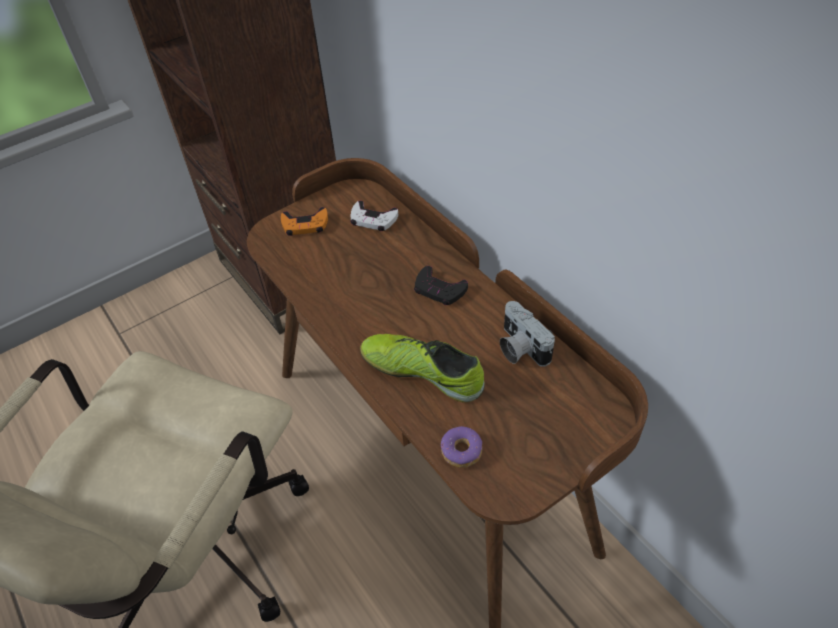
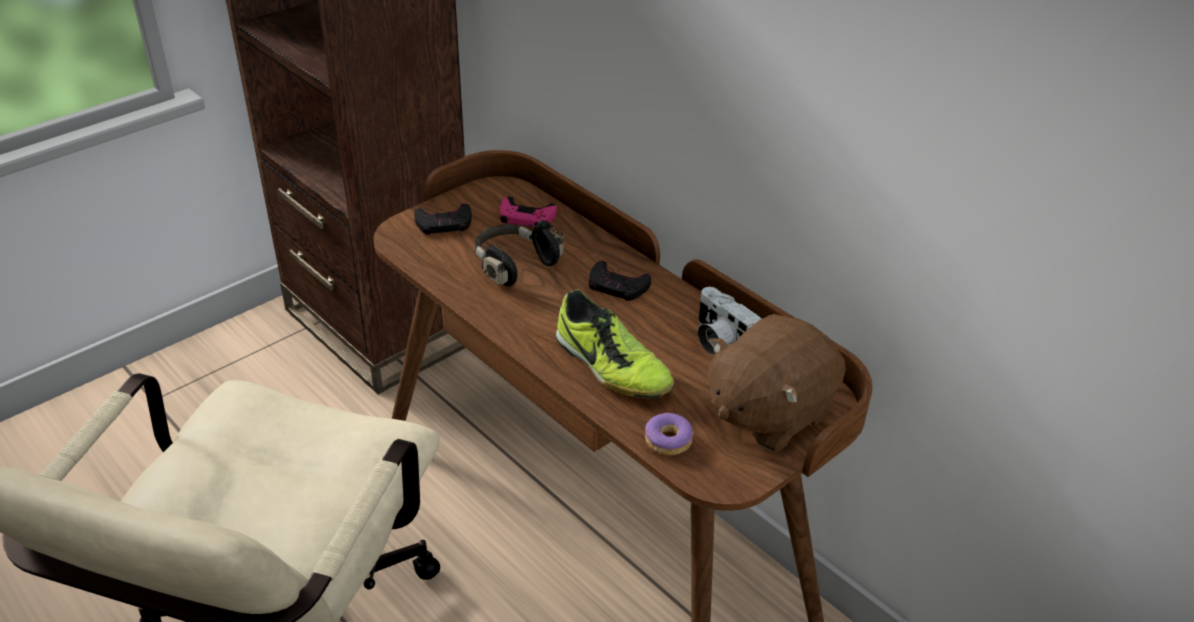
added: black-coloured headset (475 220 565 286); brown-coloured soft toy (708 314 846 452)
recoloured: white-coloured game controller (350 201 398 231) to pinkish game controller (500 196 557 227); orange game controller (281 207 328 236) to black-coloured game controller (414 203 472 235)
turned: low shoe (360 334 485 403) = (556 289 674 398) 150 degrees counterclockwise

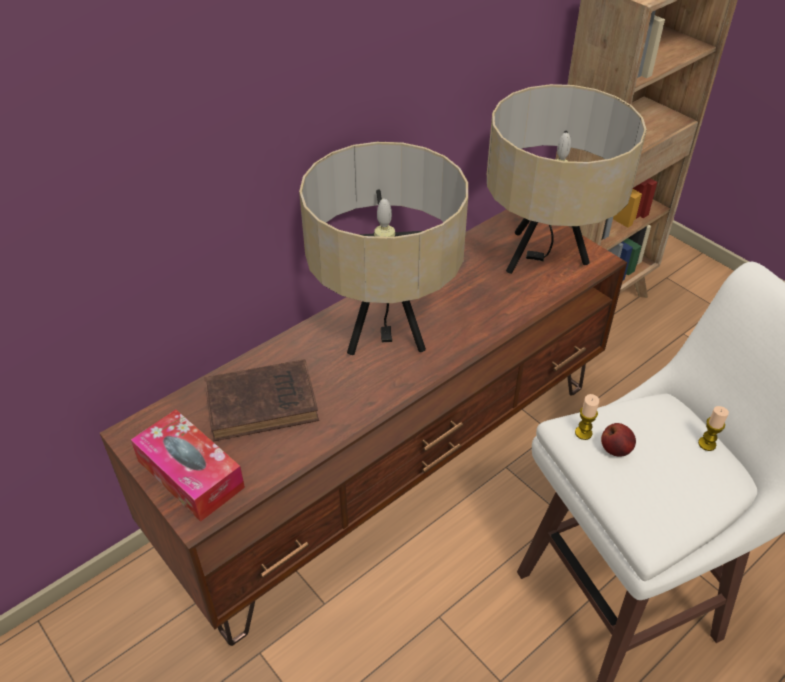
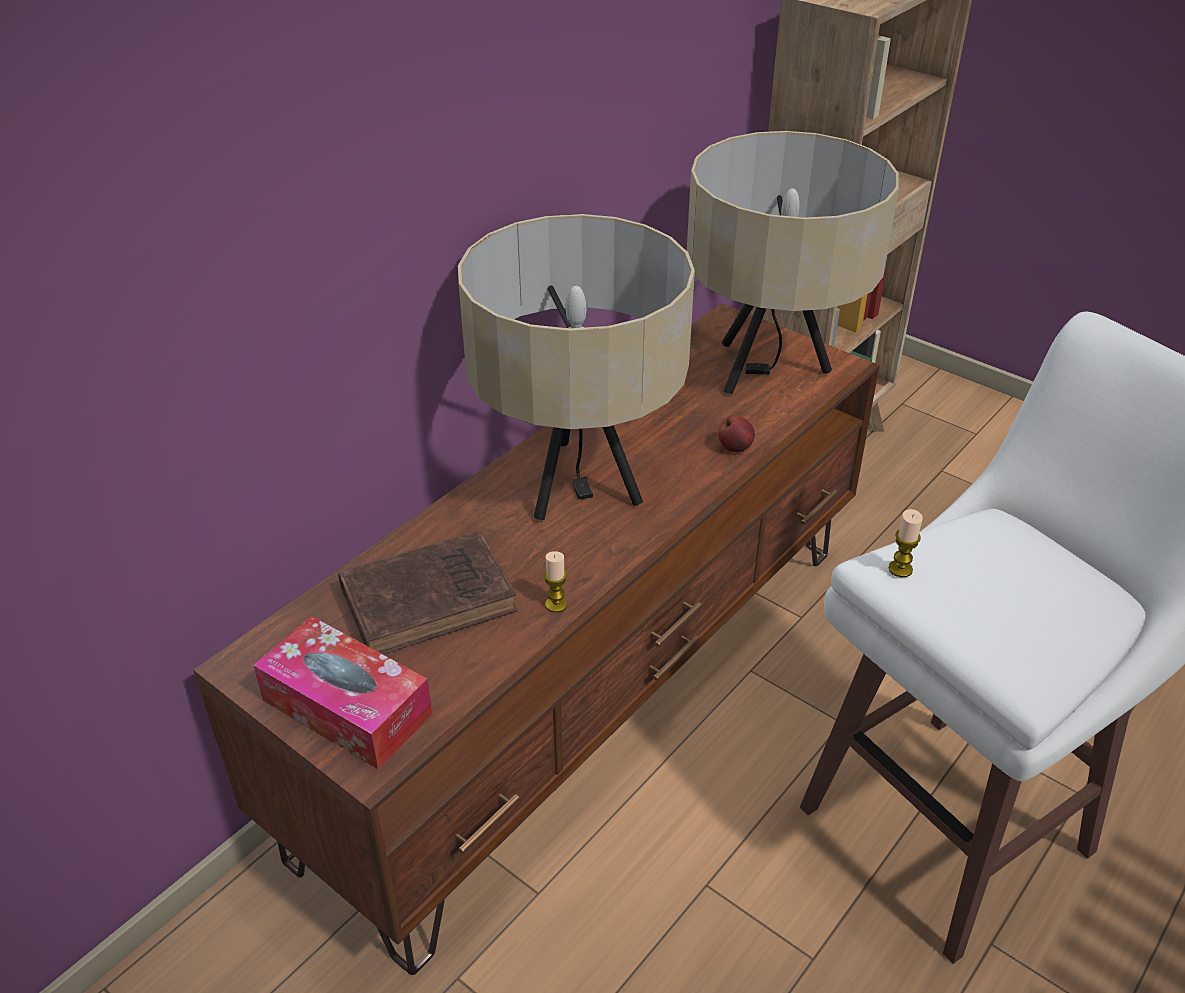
moved: candle (698 406 729 451) to (544 551 567 613); whole apple (601 423 636 457) to (718 415 755 452)

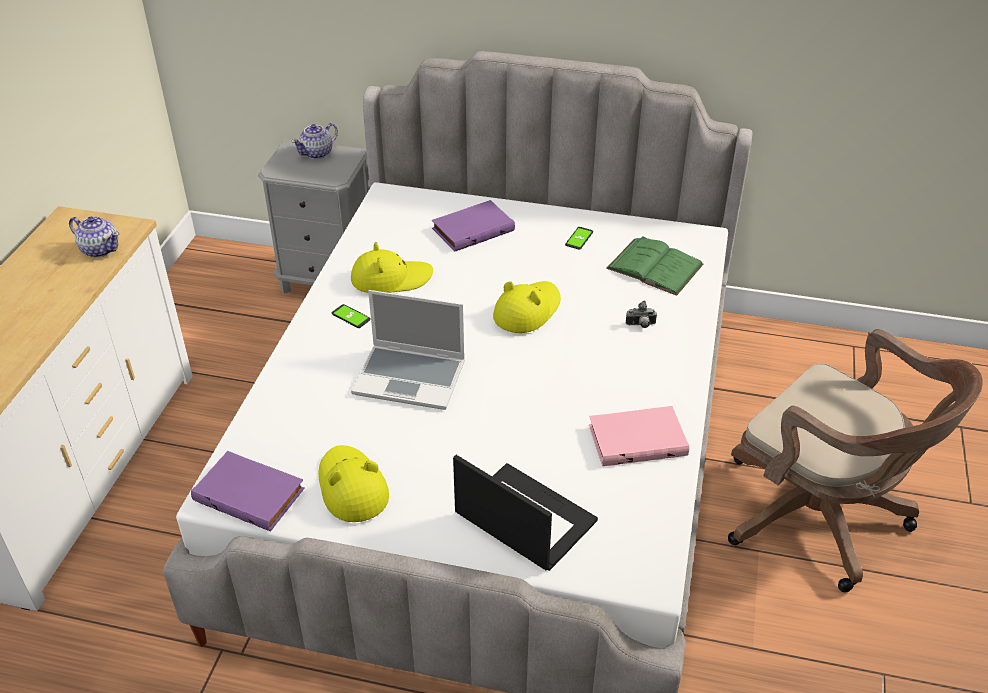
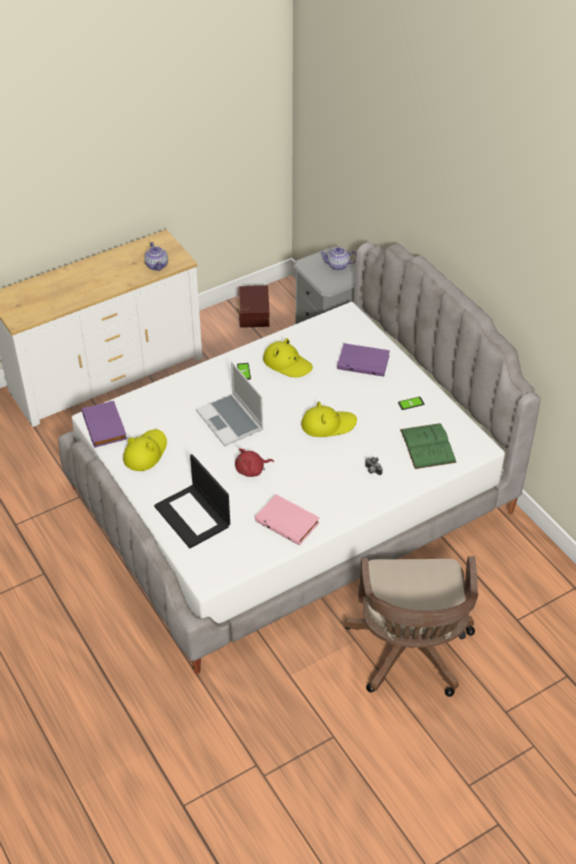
added: brown-coloured storage container (236 285 270 328); red soft toy (235 448 274 477)
turned: laptop (453 455 598 571) = (154 454 230 548) 150 degrees clockwise

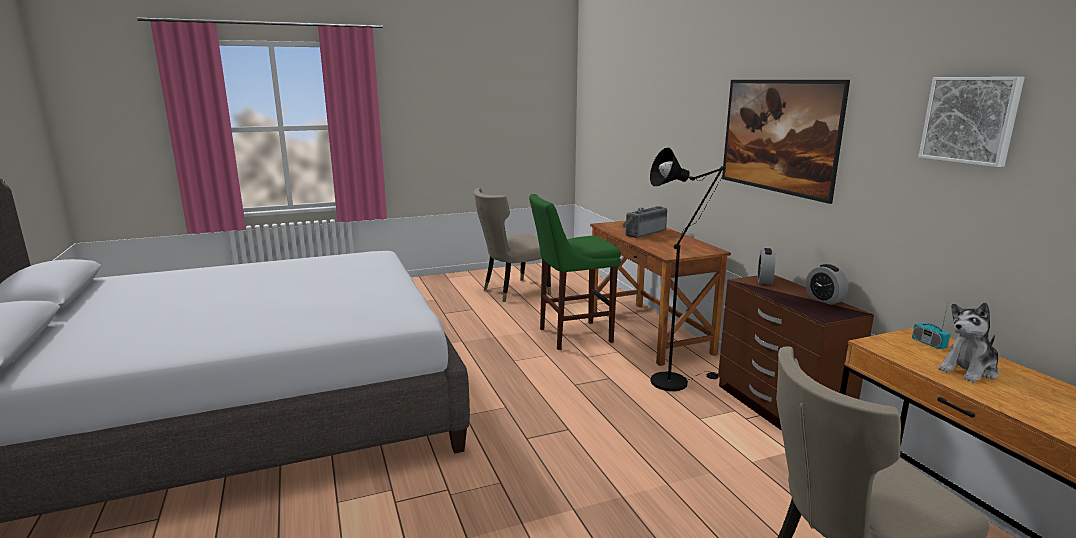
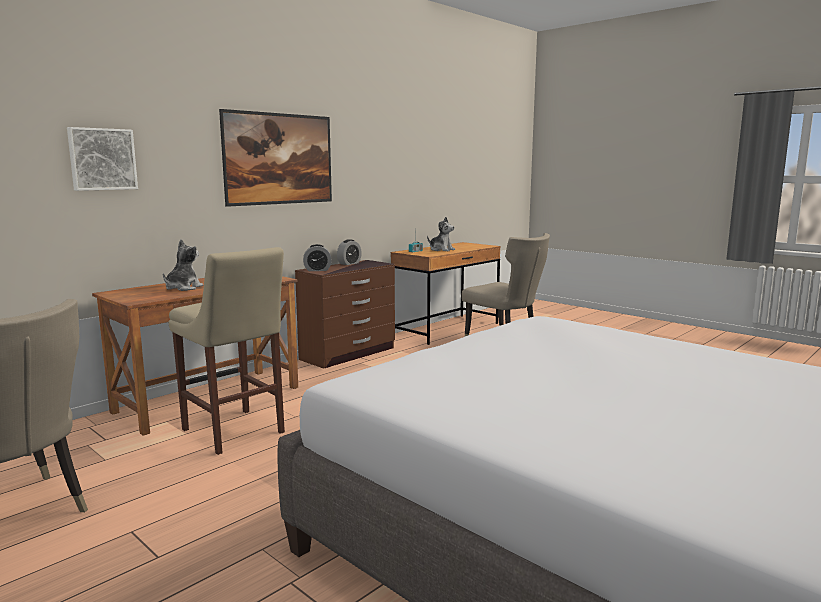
removed: black-coloured standard lamp (650 147 726 391)
moved: wall art (918 77 1025 167) to (67 127 138 191)
replaced: radio receiver (622 206 667 238) to soft toy (163 239 203 291)
recoloured: green stool (529 194 621 350) to beige-coloured stool (168 247 285 455)

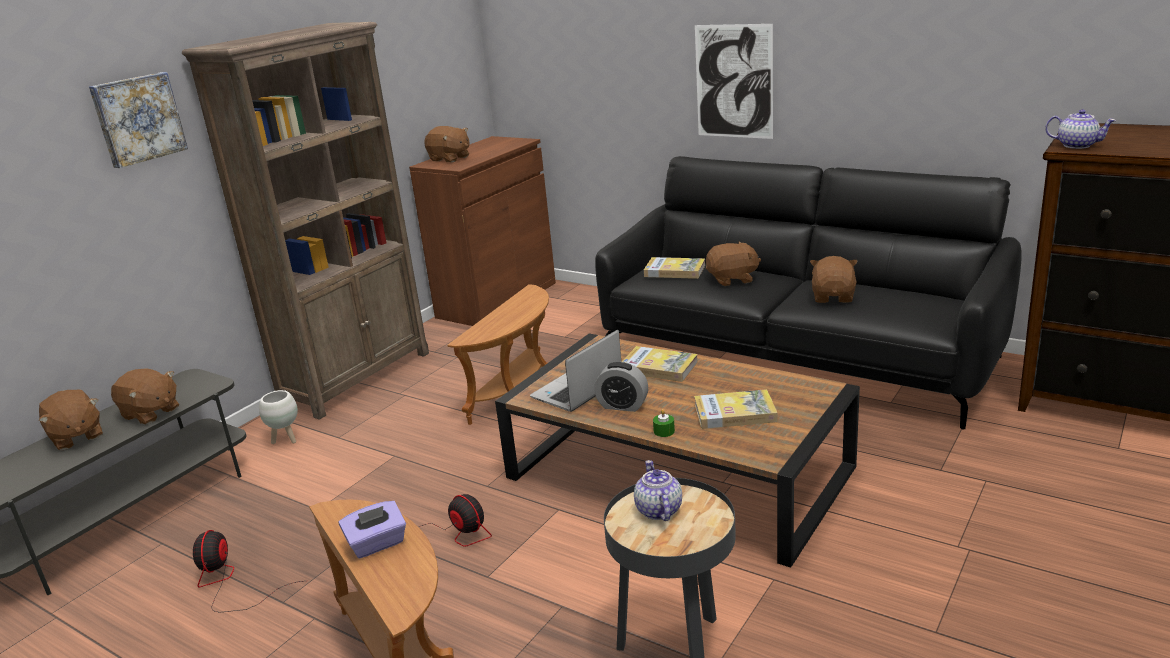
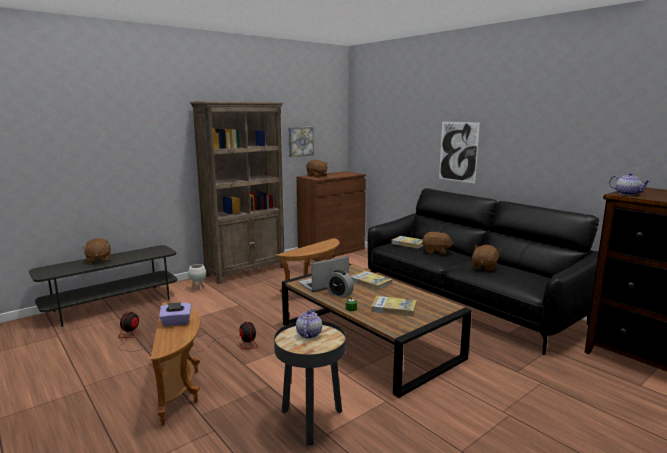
removed: brown-coloured soft toy (111 368 179 424)
moved: wall art (89 72 188 168) to (288 127 314 157)

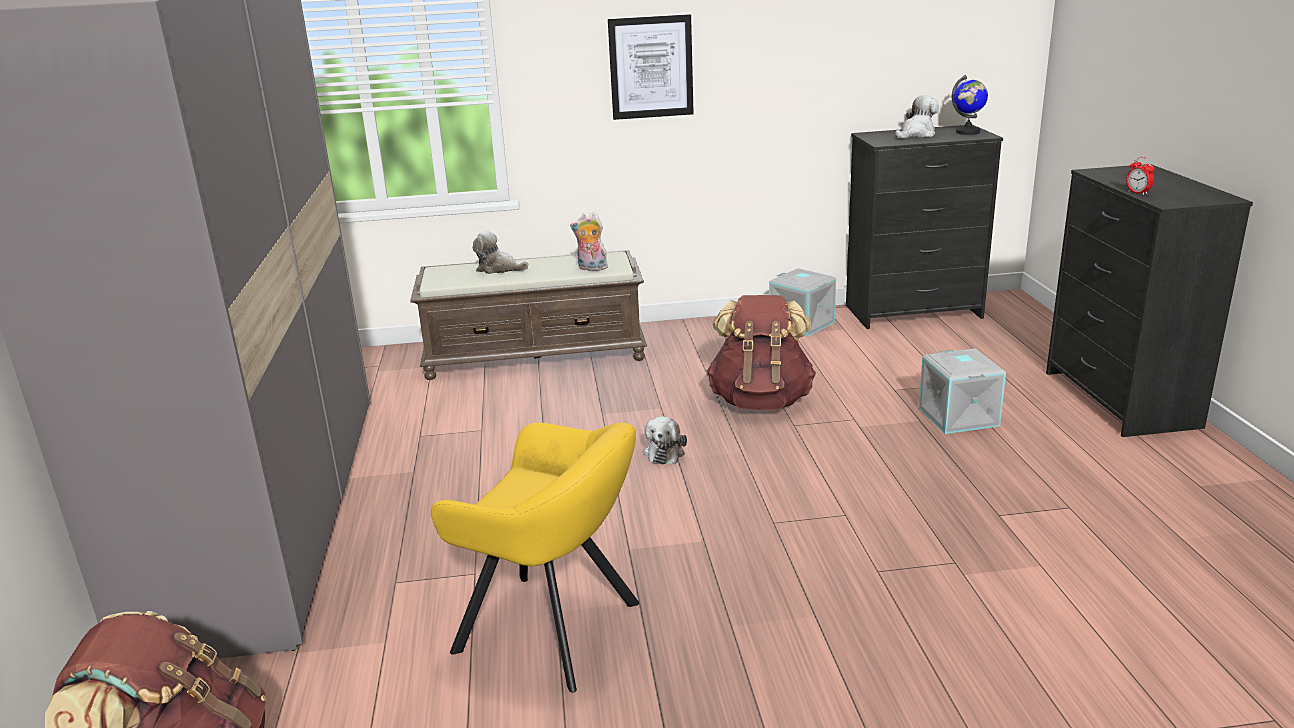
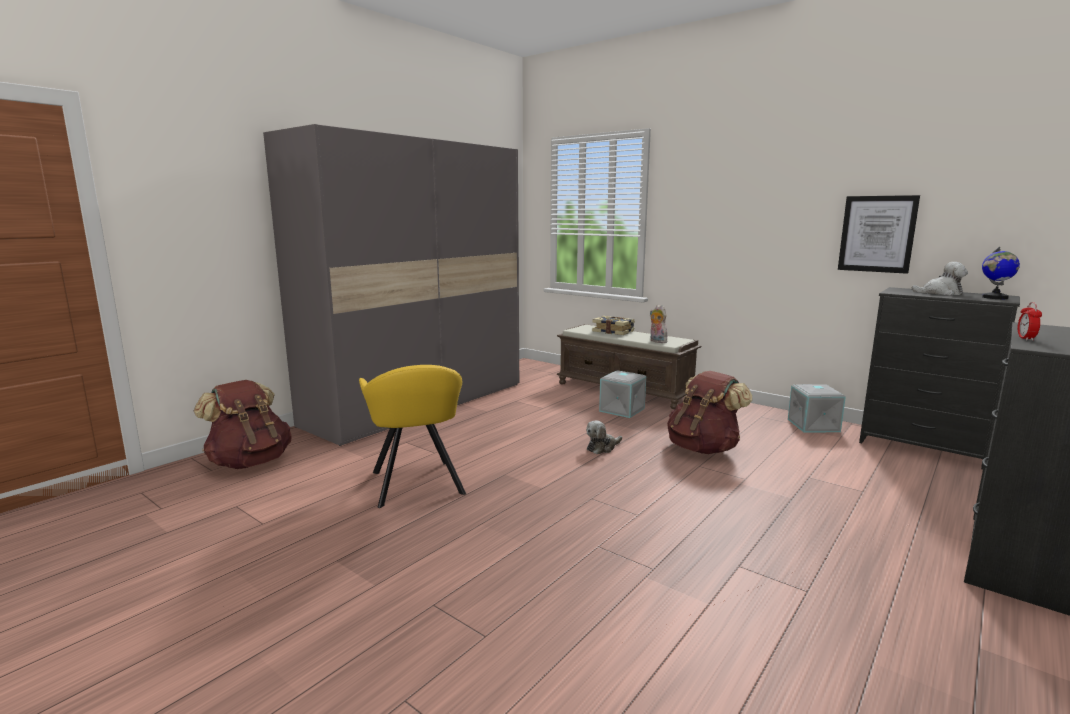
moved: wall art (608 14 694 120) to (838 195 920 274); gray storage container (919 348 1006 434) to (599 370 646 418)
replaced: soft toy (473 231 528 274) to book (592 316 635 335)

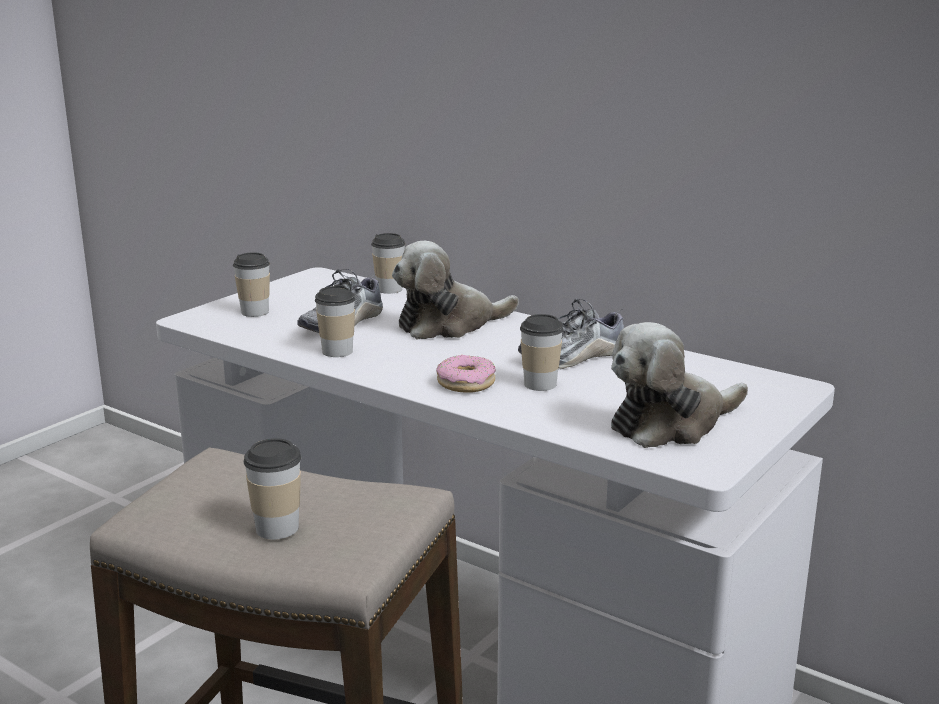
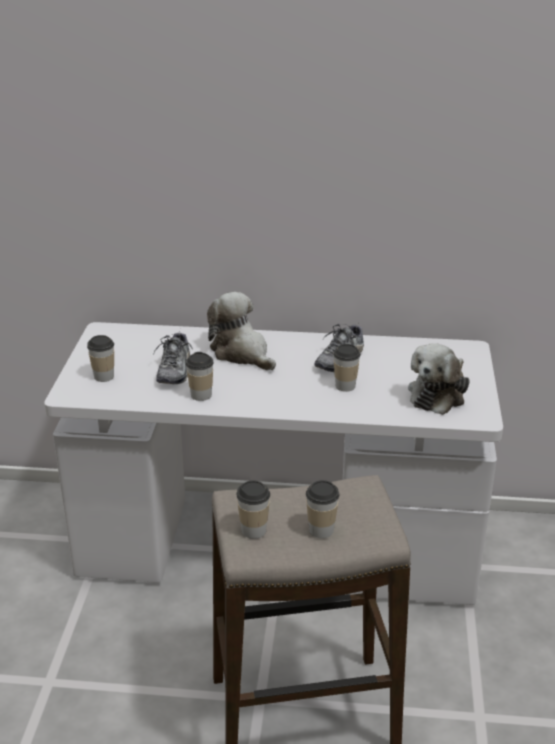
removed: ring doughnut (436 355 496 393)
moved: cup (371 233 406 294) to (236 480 270 539)
turned: soft toy (392 241 519 339) = (207 292 276 370) 105 degrees clockwise

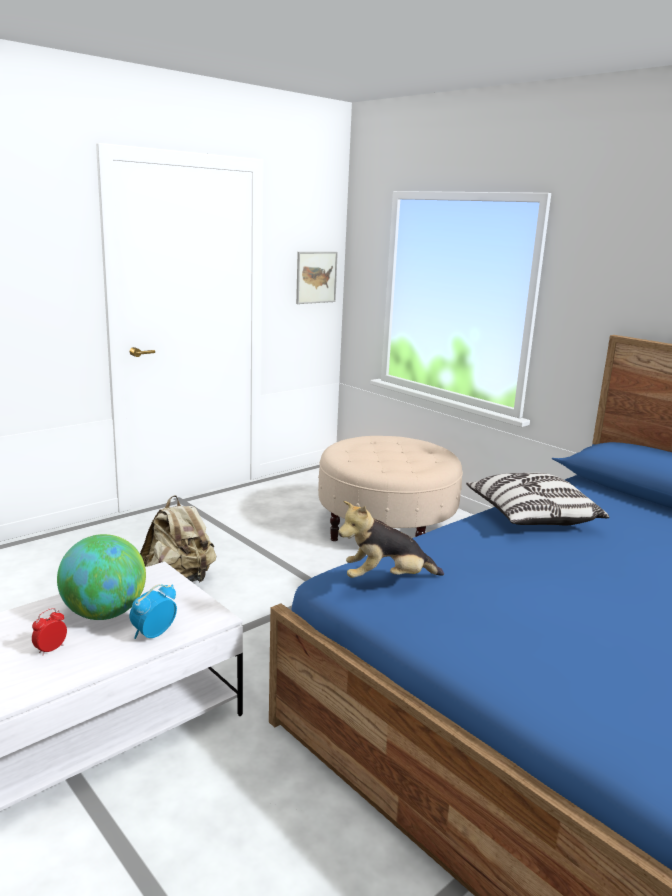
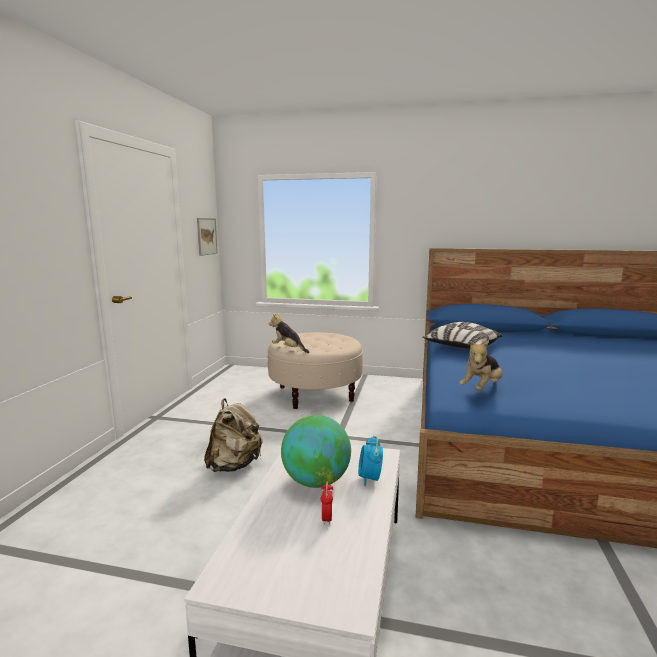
added: soft toy (268 313 309 353)

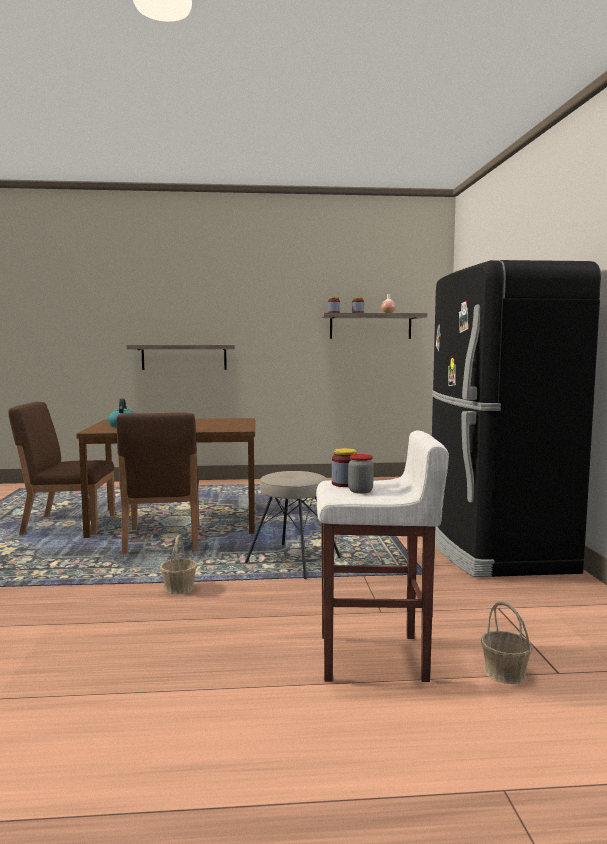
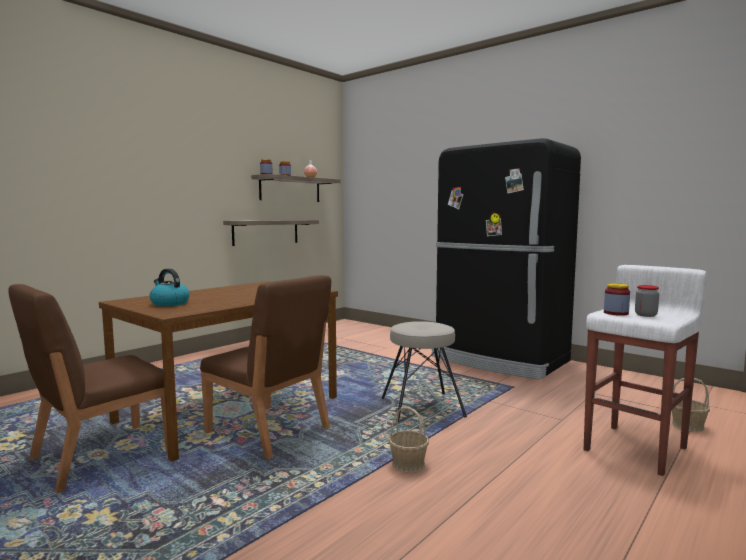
moved: bracket shelf (126 345 236 370) to (223 220 319 246)

